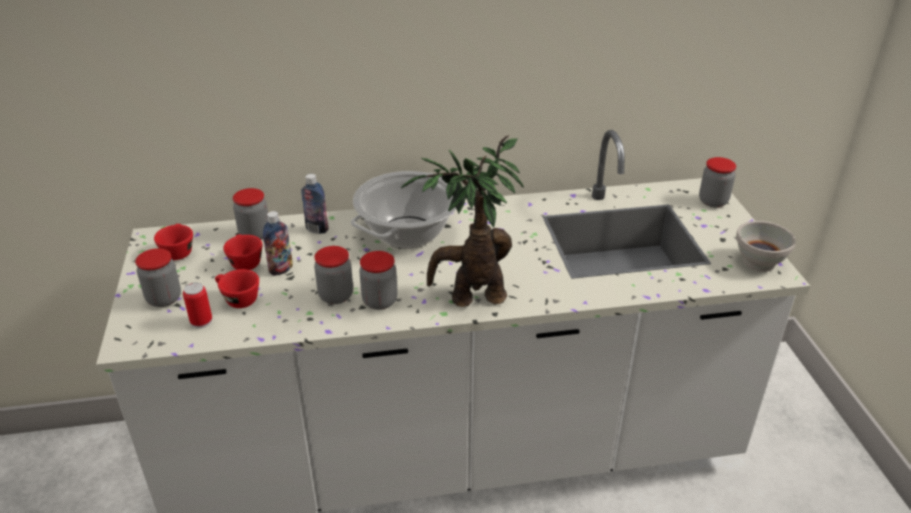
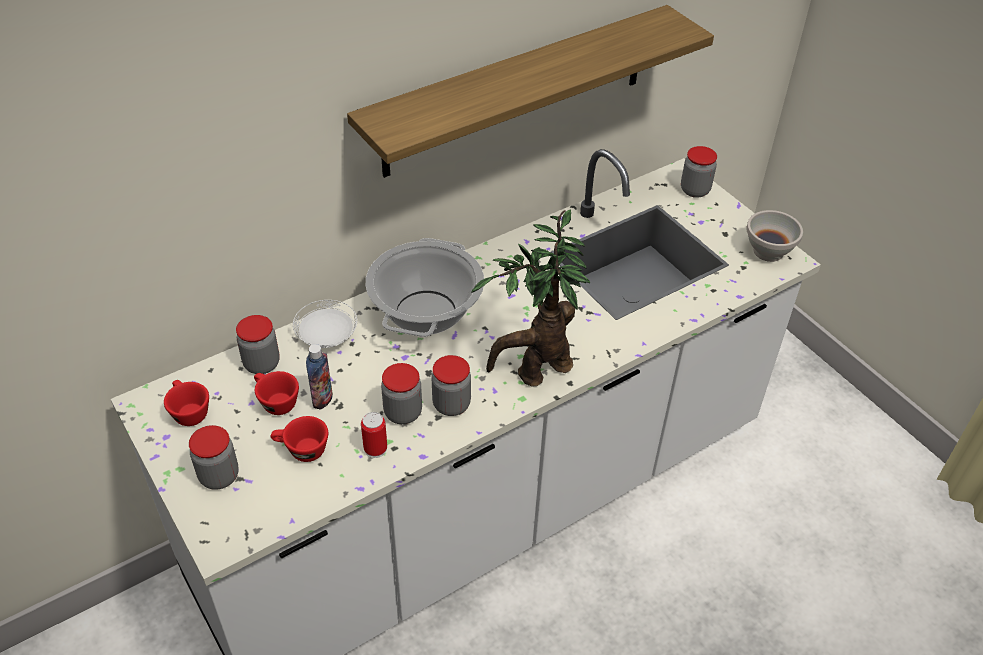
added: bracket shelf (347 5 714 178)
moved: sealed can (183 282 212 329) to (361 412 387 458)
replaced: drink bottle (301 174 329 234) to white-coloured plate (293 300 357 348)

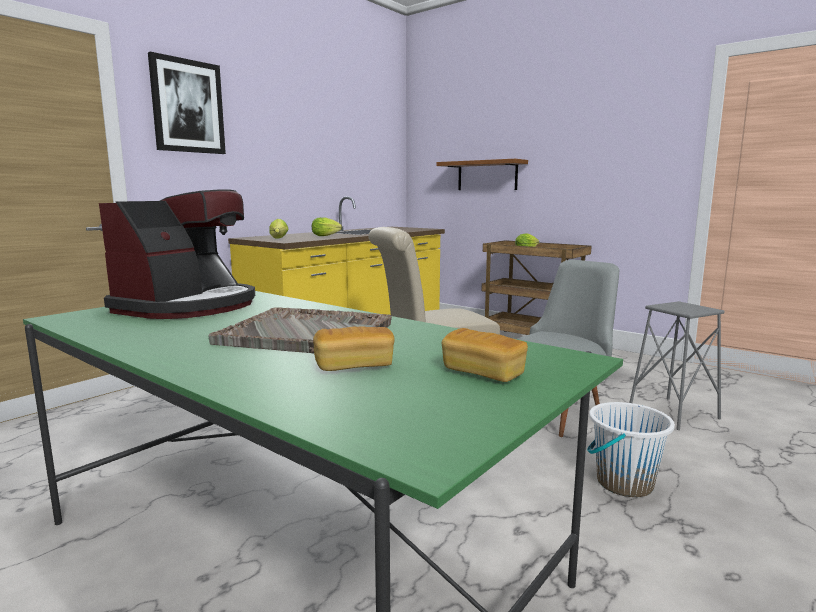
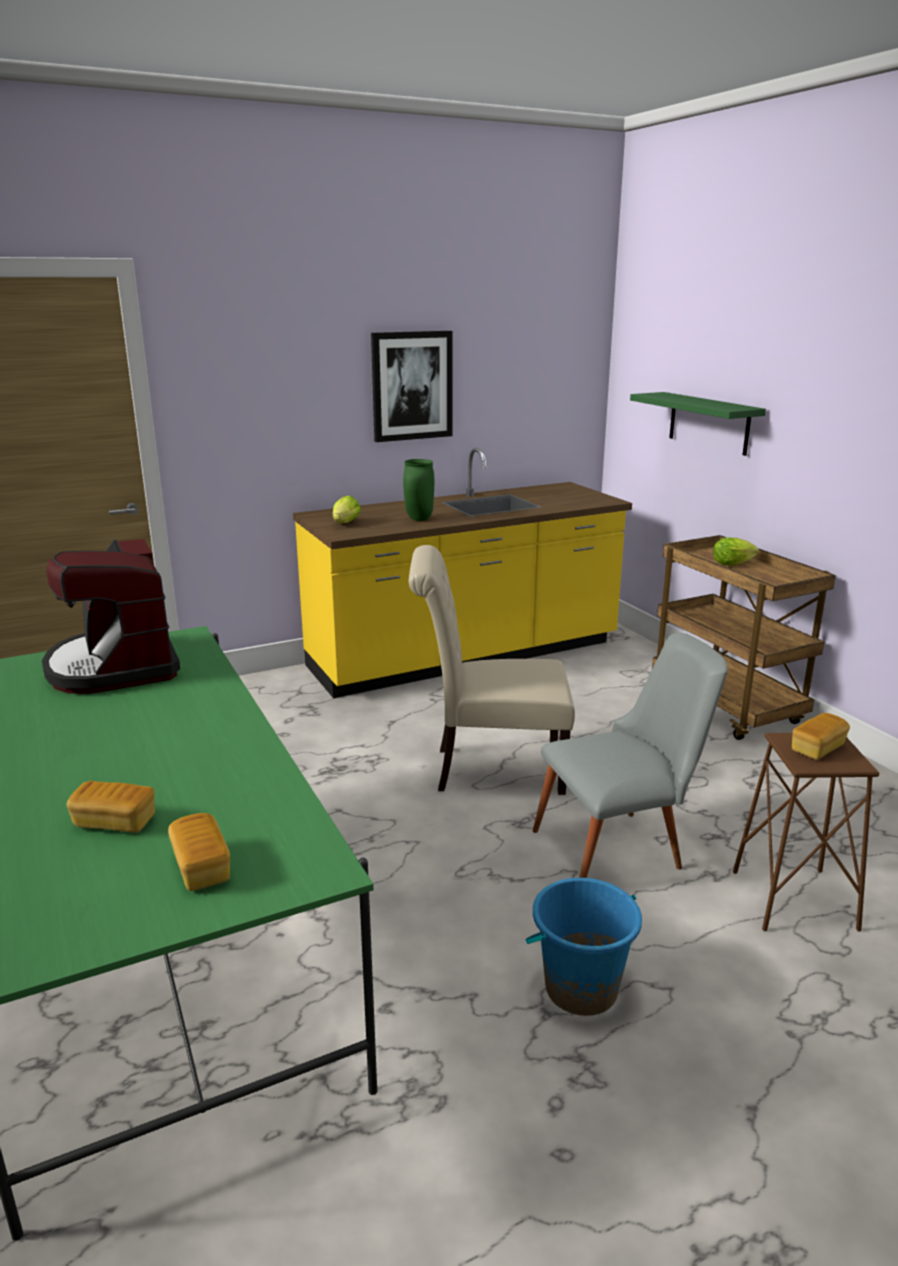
removed: gray serving tray (208 307 392 354)
added: baked bread (792 713 850 760)
moved: wall art (148 52 226 154) to (371 331 453 442)
replaced: lettuce (312 217 342 236) to green decorative vase (403 459 434 521)
recoloured: brown-coloured bracket shelf (436 159 528 190) to green bracket shelf (630 392 766 456); gray stool (629 301 725 430) to brown-coloured stool (733 733 879 931); white-coloured pail (587 402 675 497) to blue pail (525 878 642 1016)
turned: coffee machine (99 189 255 319) = (42 539 180 694) 105 degrees clockwise

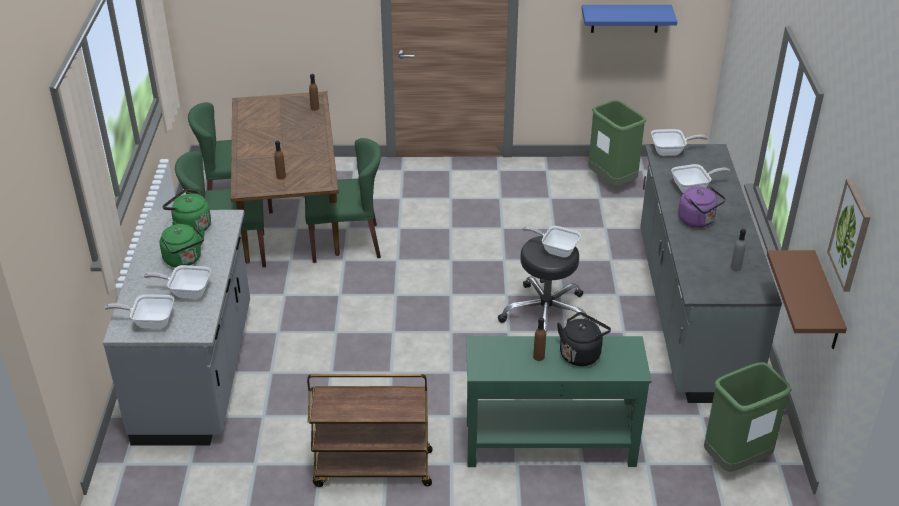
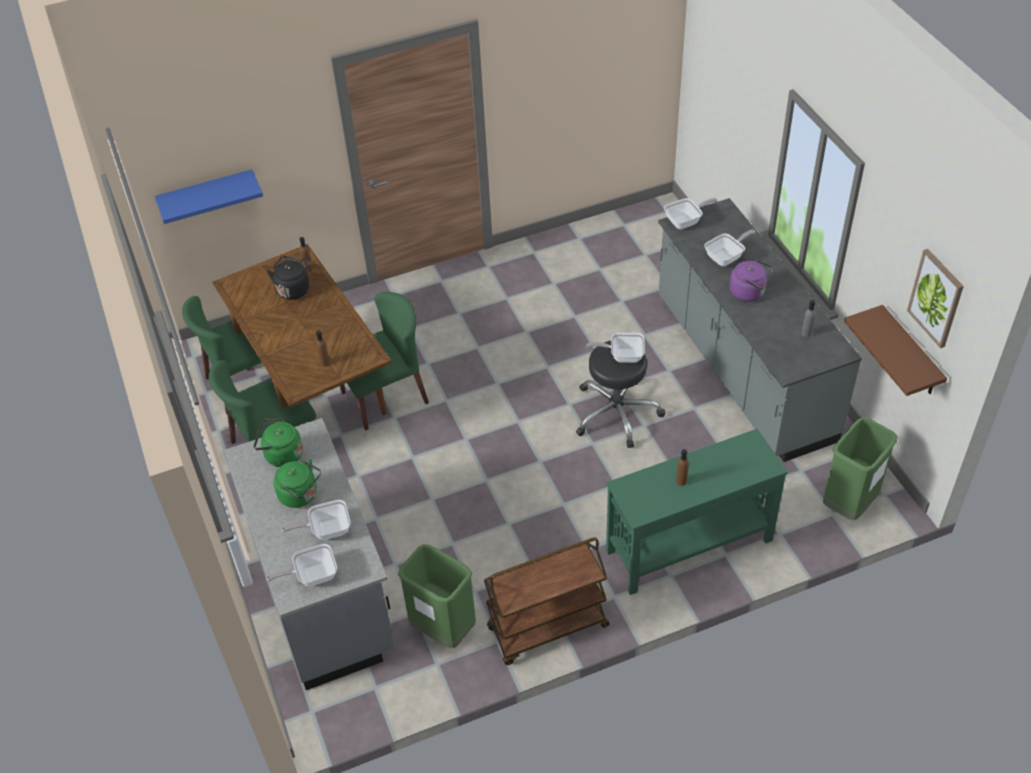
moved: blue bracket shelf (582 5 677 33) to (155 169 263 224); green trash can (588 100 646 186) to (398 544 476 648); black-coloured tea kettle (557 312 611 366) to (267 256 311 300)

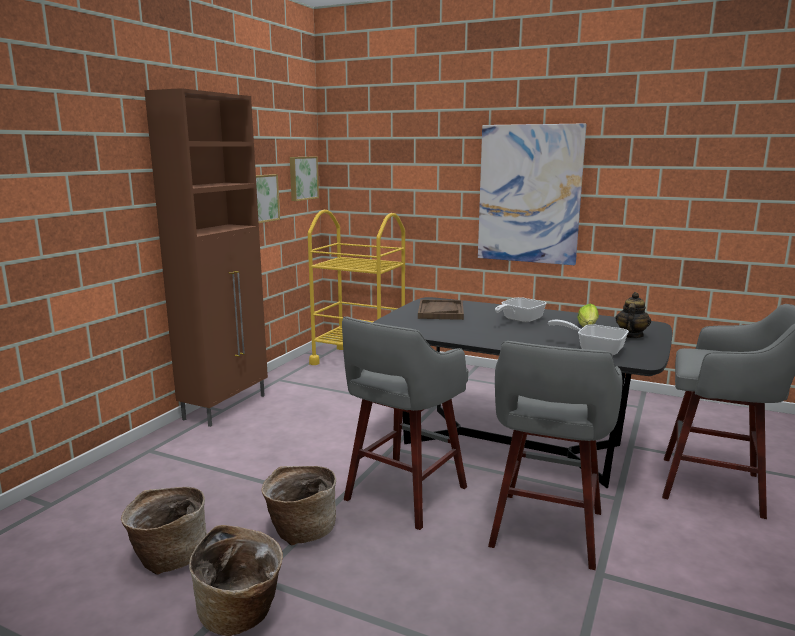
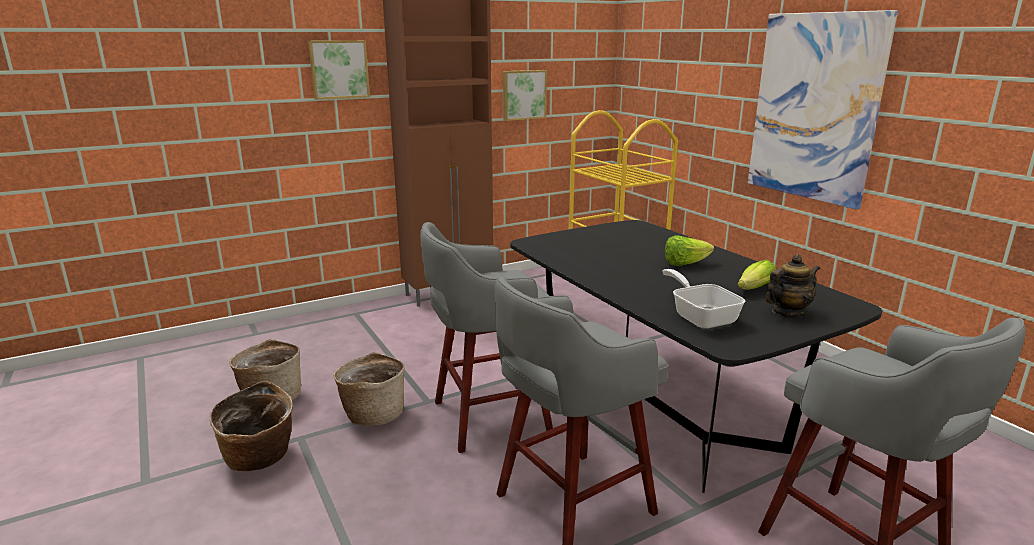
removed: brown-coloured serving tray (418 299 464 320)
moved: wall art (290 157 319 201) to (308 40 370 100)
replaced: pan (495 297 547 323) to lettuce (665 235 714 266)

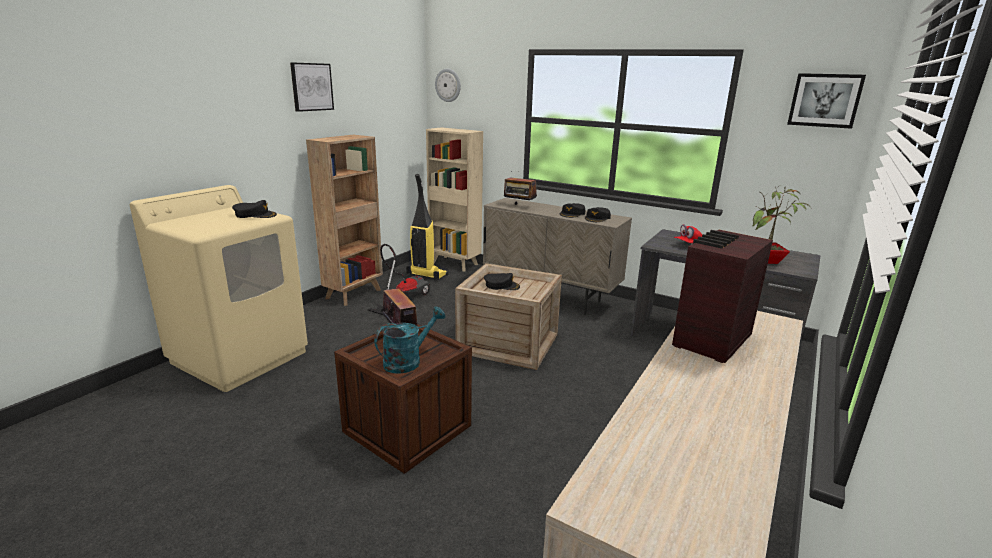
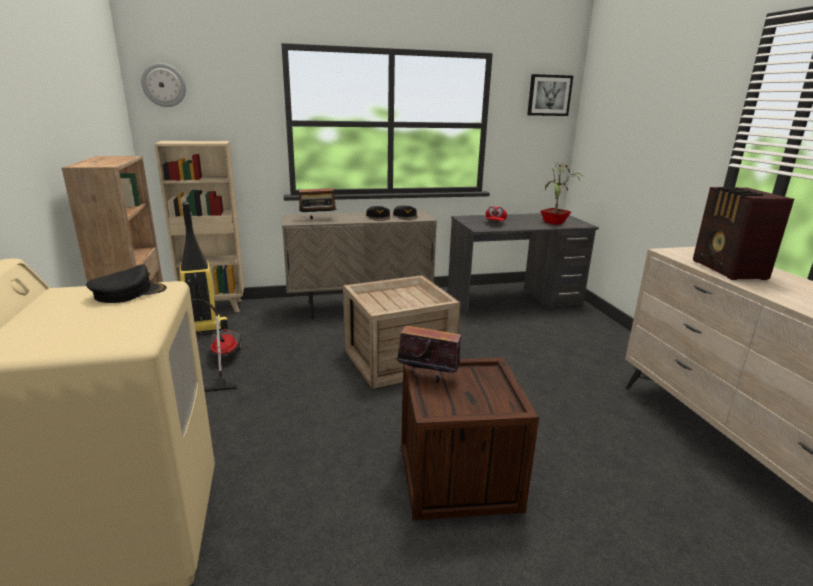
removed: wall art (290 62 334 112); black-coloured peaked cap (484 273 520 290); turquoise watering can (374 307 446 374)

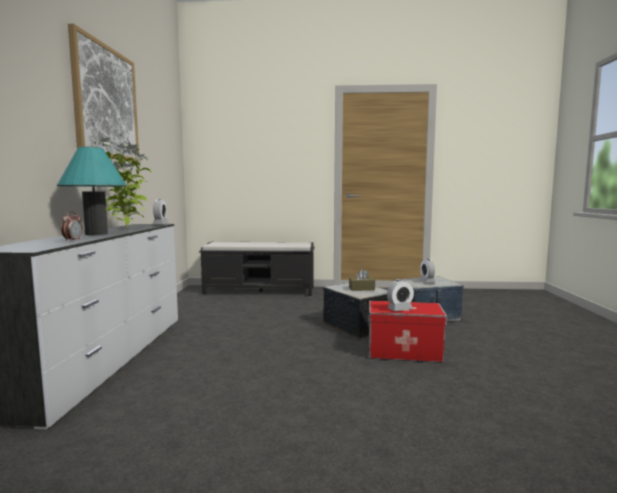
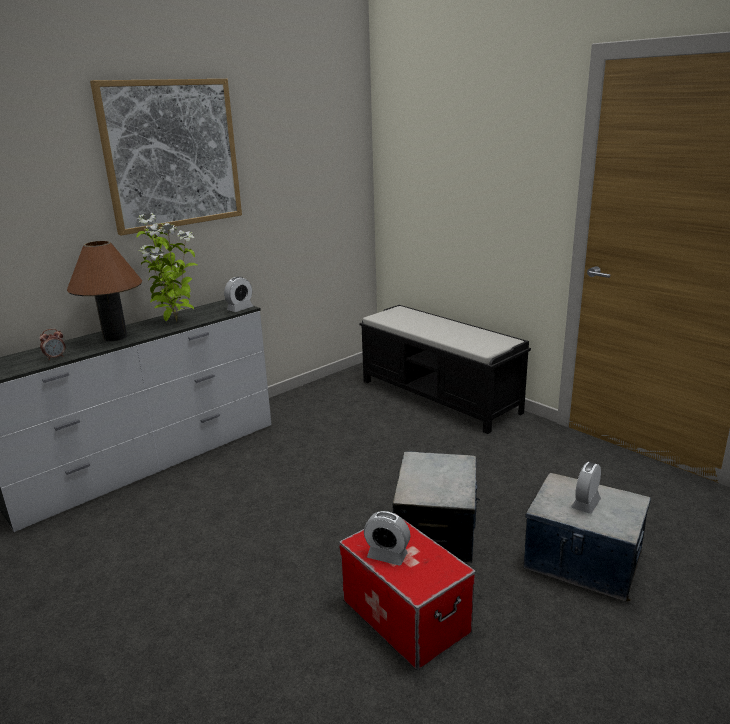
removed: brown-coloured box of tissues (349 269 375 291)
recoloured: turquoise tabletop lamp (57 147 127 235) to brown-coloured tabletop lamp (67 241 142 341)

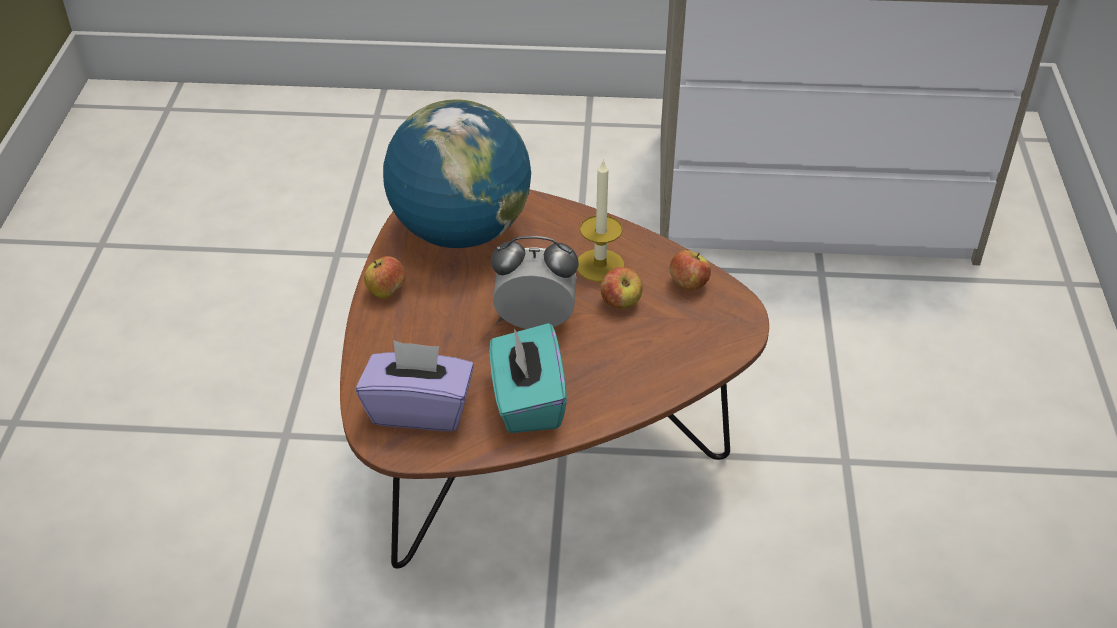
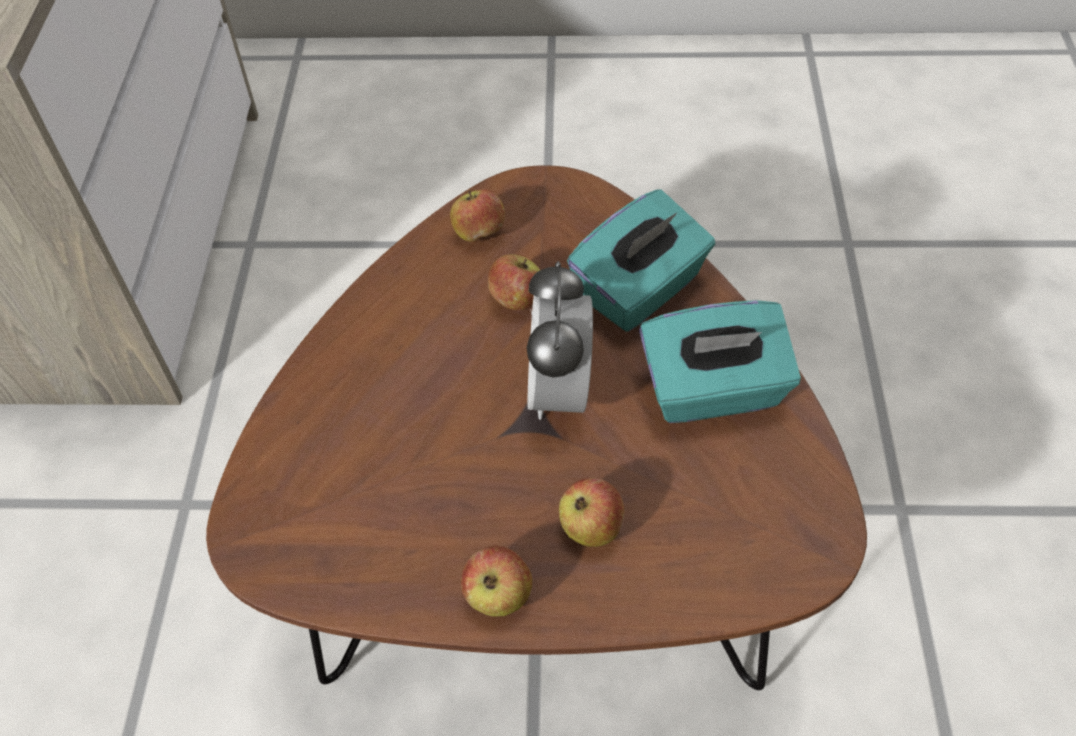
removed: desk globe (383 99 531 248); candle (577 159 624 282); purple box of tissues (356 341 474 431)
added: turquoise box of tissues (567 189 715 332); whole apple (559 478 624 547)

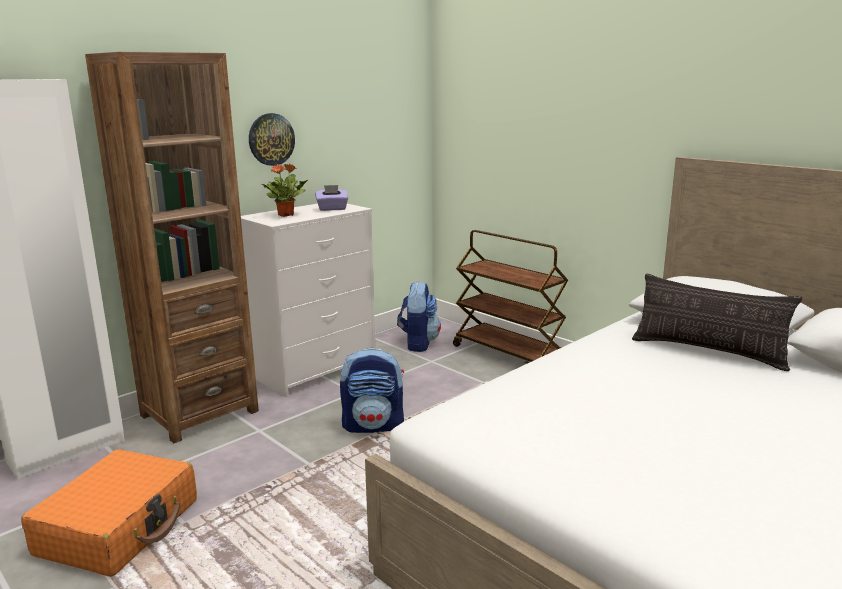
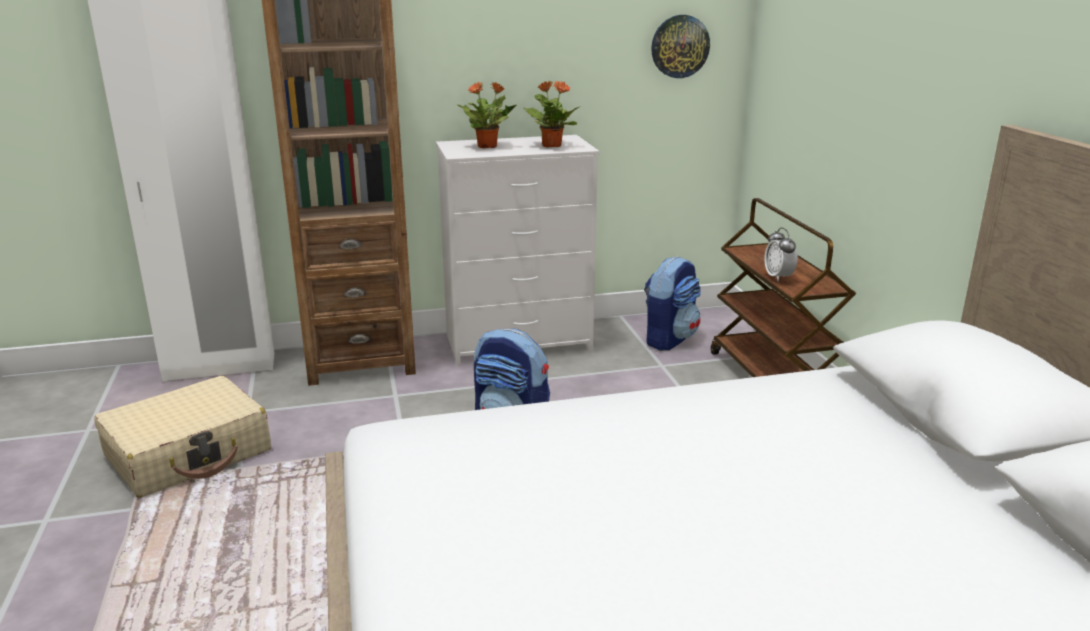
removed: cushion (632 274 802 371)
added: alarm clock (764 228 798 281)
moved: clock on the wall (249 113 295 166) to (651 15 710 78)
replaced: purple box of tissues (315 185 348 211) to plant in a pot (523 80 579 148)
recoloured: orange suitcase (21 449 197 577) to beige-coloured suitcase (94 376 271 497)

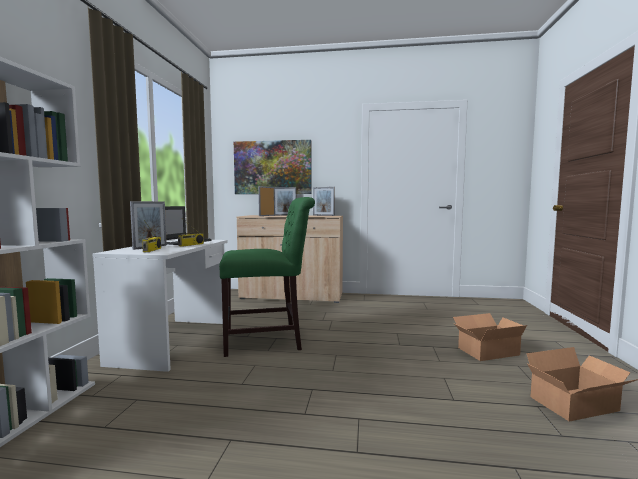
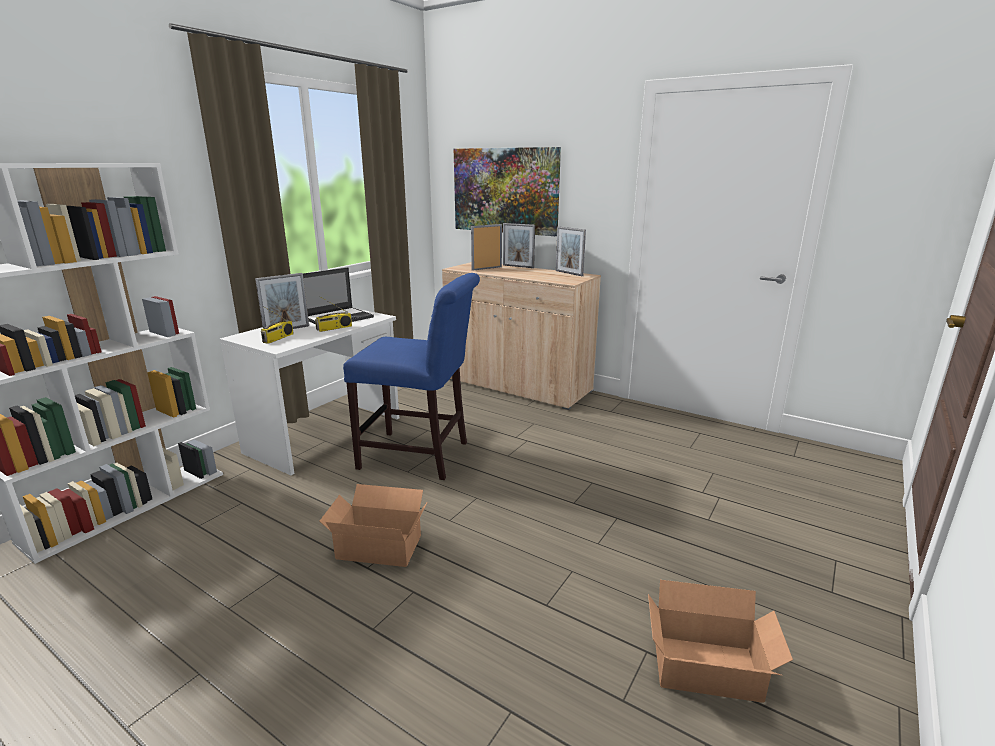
moved: packing box (453 313 527 361) to (320 484 427 567)
recoloured: green plain chair (219 197 315 357) to blue plain chair (343 273 480 480)

